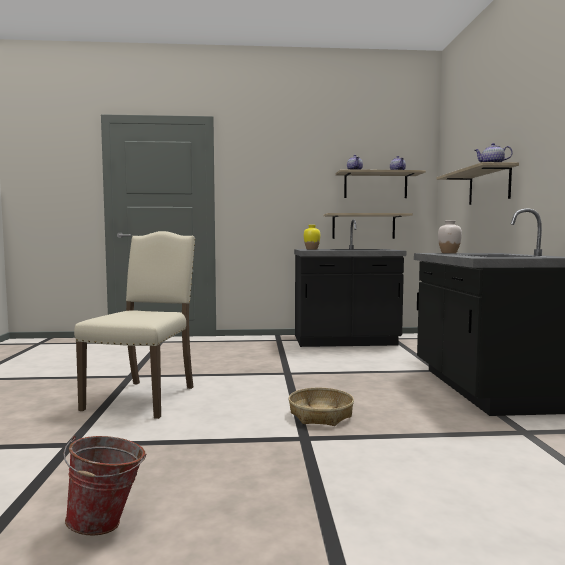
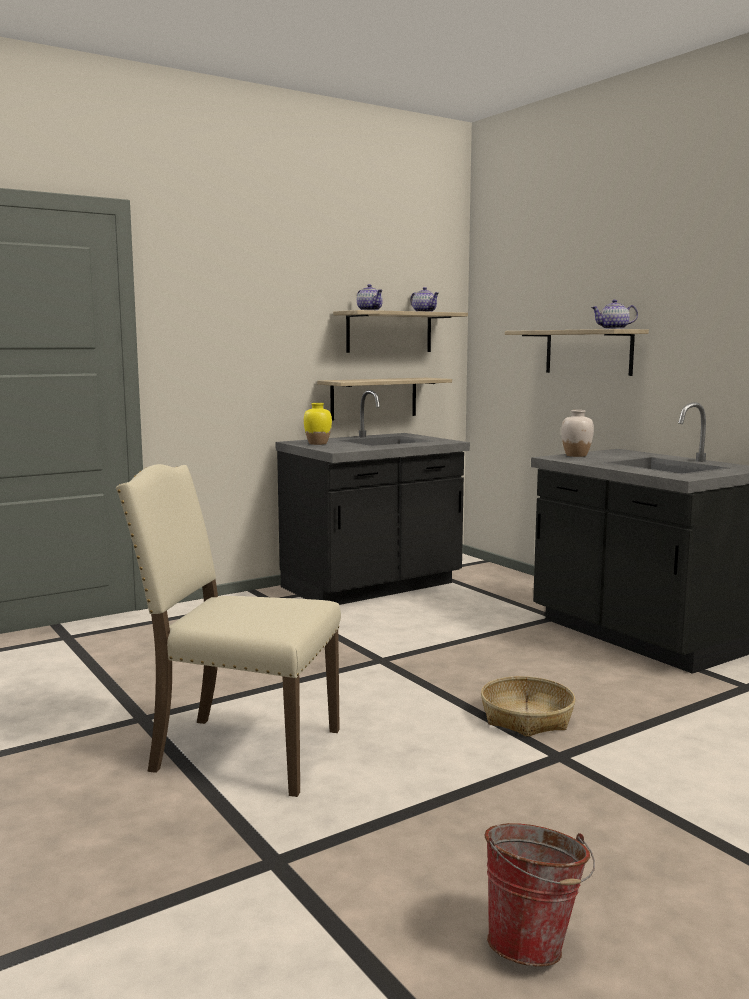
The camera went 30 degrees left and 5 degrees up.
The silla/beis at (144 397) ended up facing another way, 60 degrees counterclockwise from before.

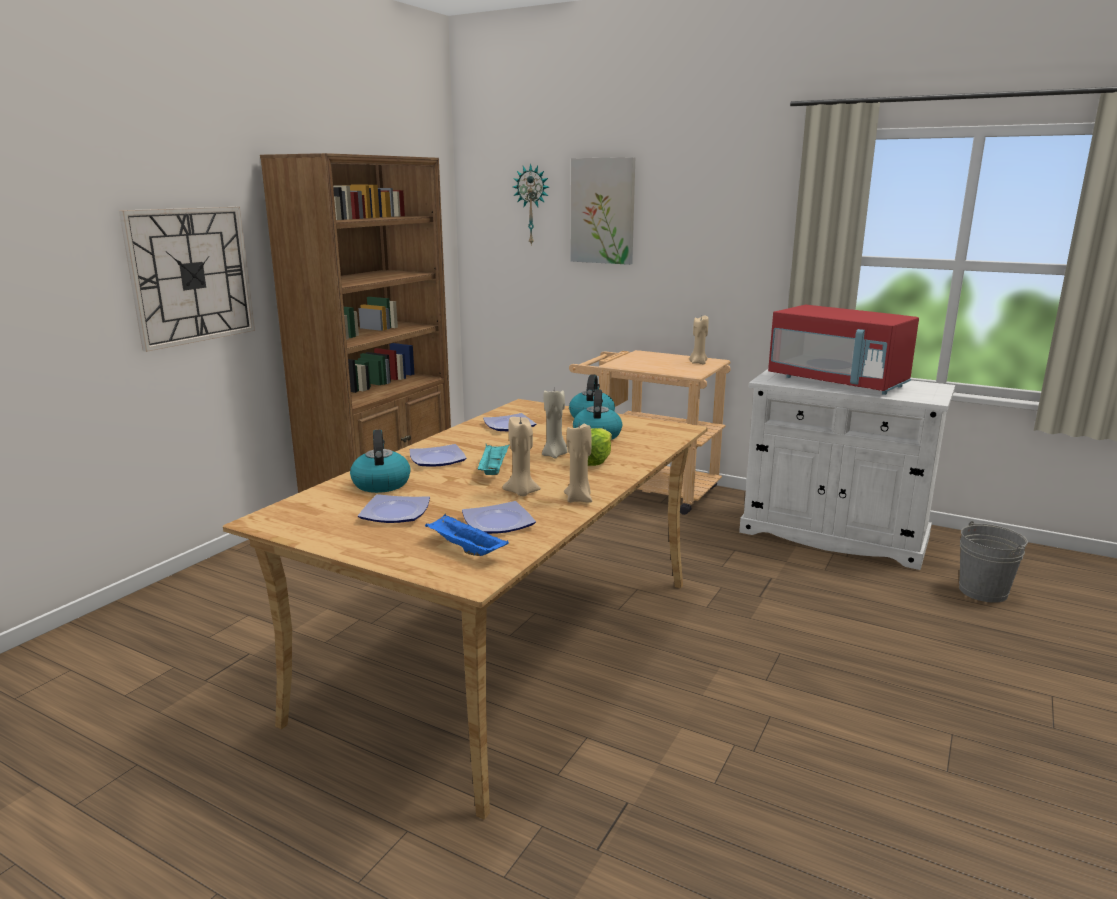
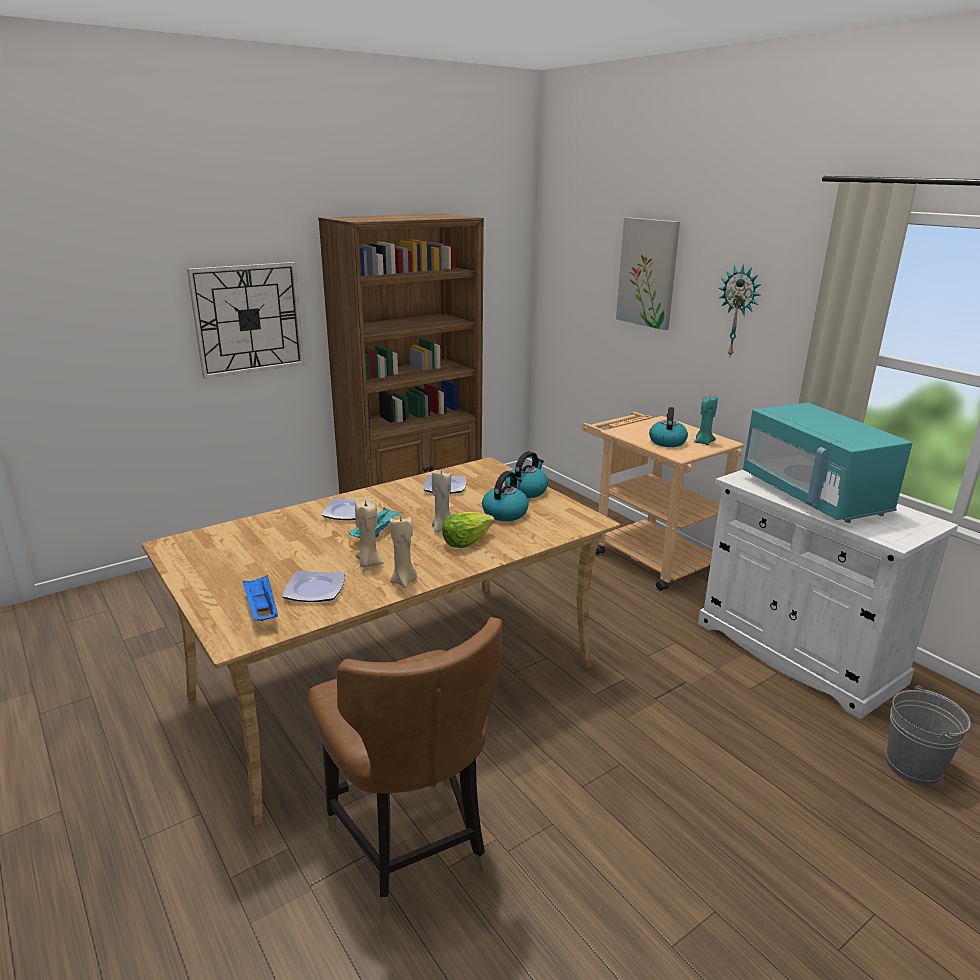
The camera went 25 degrees right and 5 degrees up.
The second view lost the plato at (396 514).
The second view gained the silla/marrón at (410 844).
The hervidor ended up elsewhere, having gone from (381 483) to (667 442).
The reloj de pared ended up elsewhere, having gone from (532 205) to (738 311).
What was the vela/beis at (698 363) turned into the vela/turquesa at (703 442).
What was the microondas/rojo at (837 382) turned into the microondas/turquesa at (813 496).

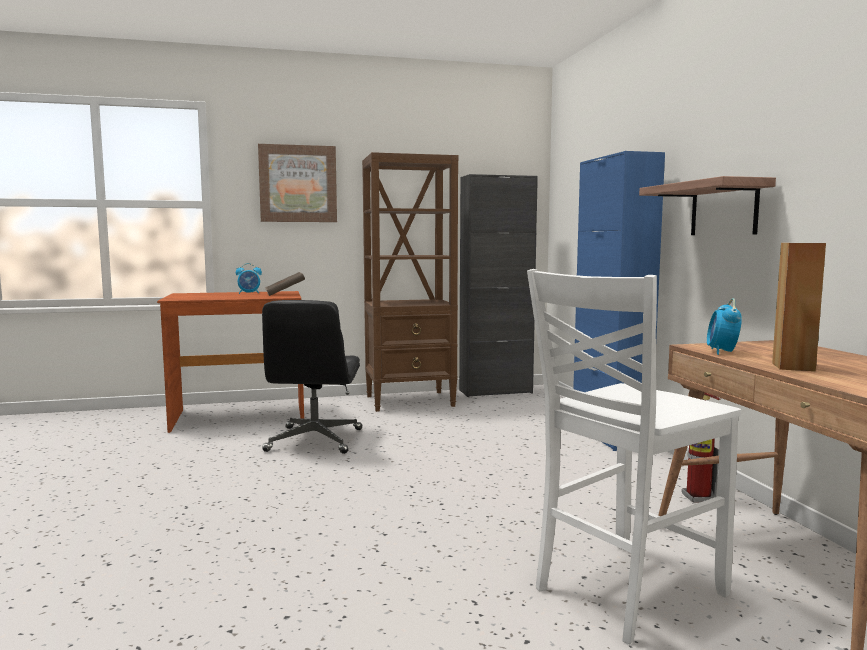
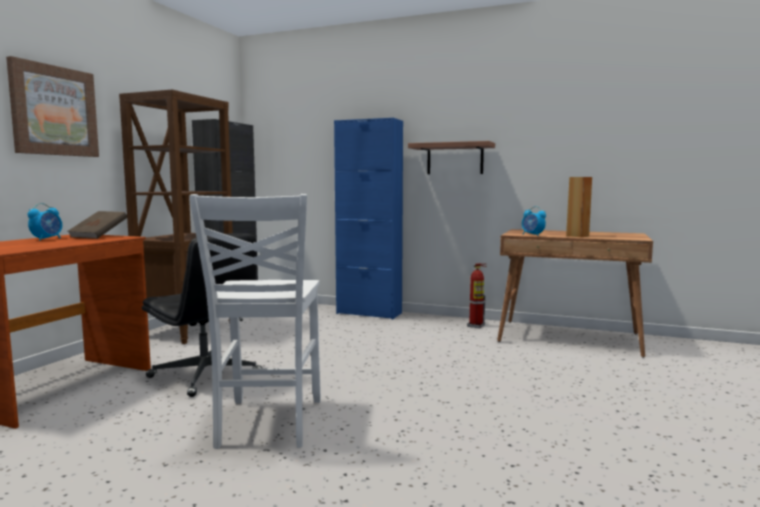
The camera went 55 degrees left and 0 degrees up.
The silla/blanco ended up elsewhere, having gone from (624 591) to (267 423).

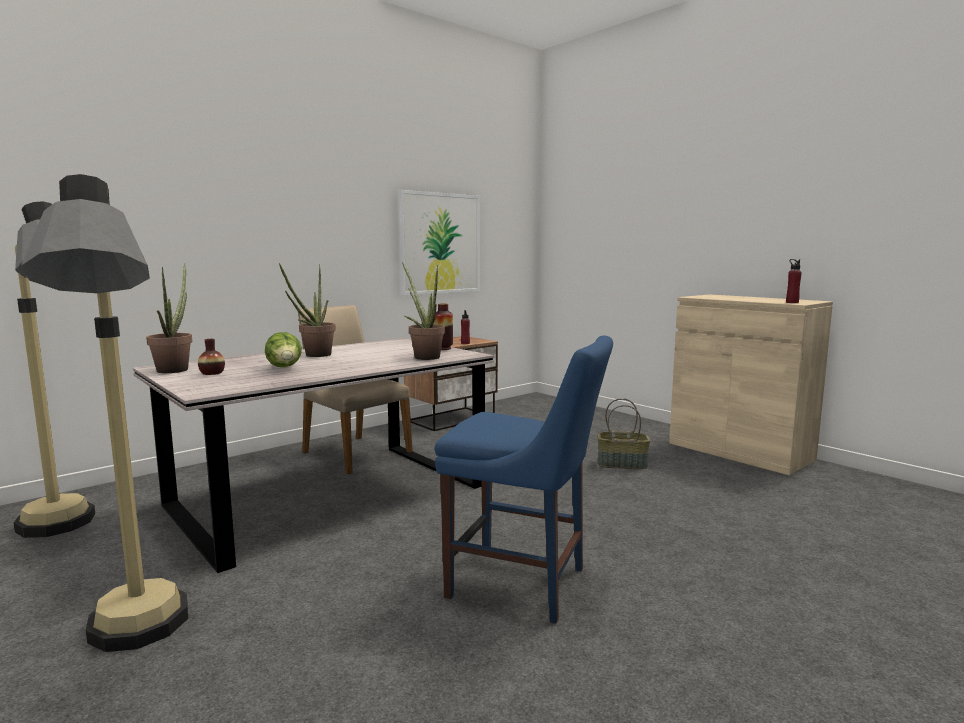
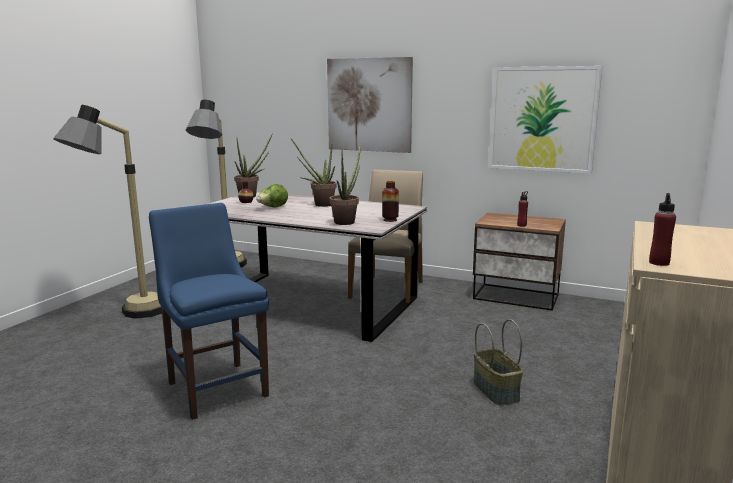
The camera went 65 degrees right and 5 degrees up.
The second view gained the cuadro at (369 105).
The silla/azul at (524 584) ended up facing another way, 150 degrees clockwise from before.

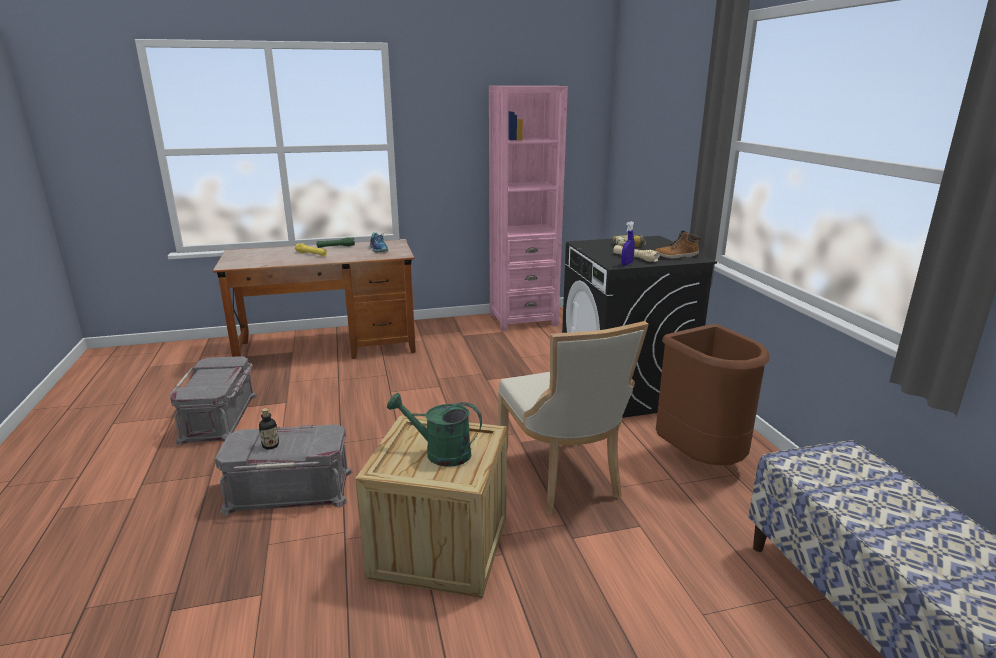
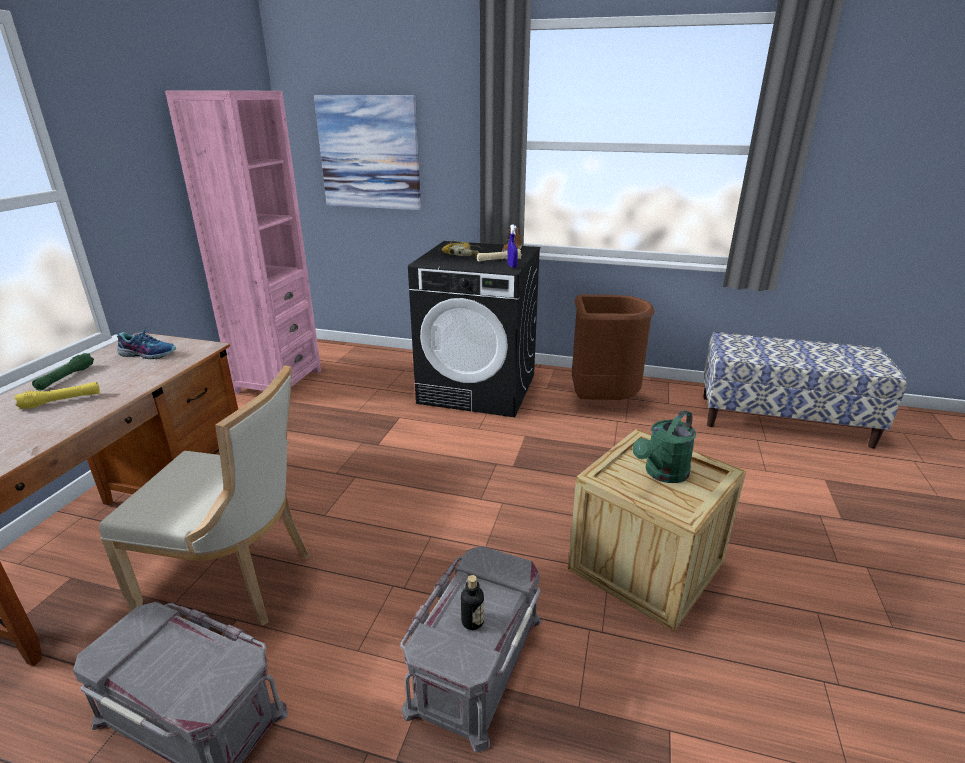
The camera went 60 degrees left and 5 degrees up.
The second view gained the cuadro at (369 153).
The silla/beis ended up elsewhere, having gone from (563 478) to (235 580).

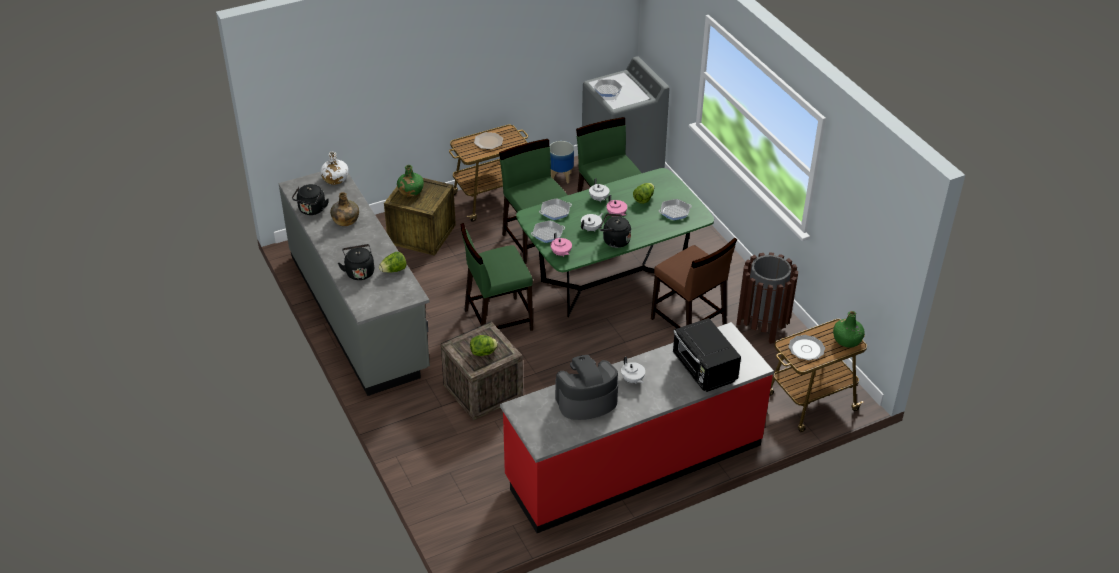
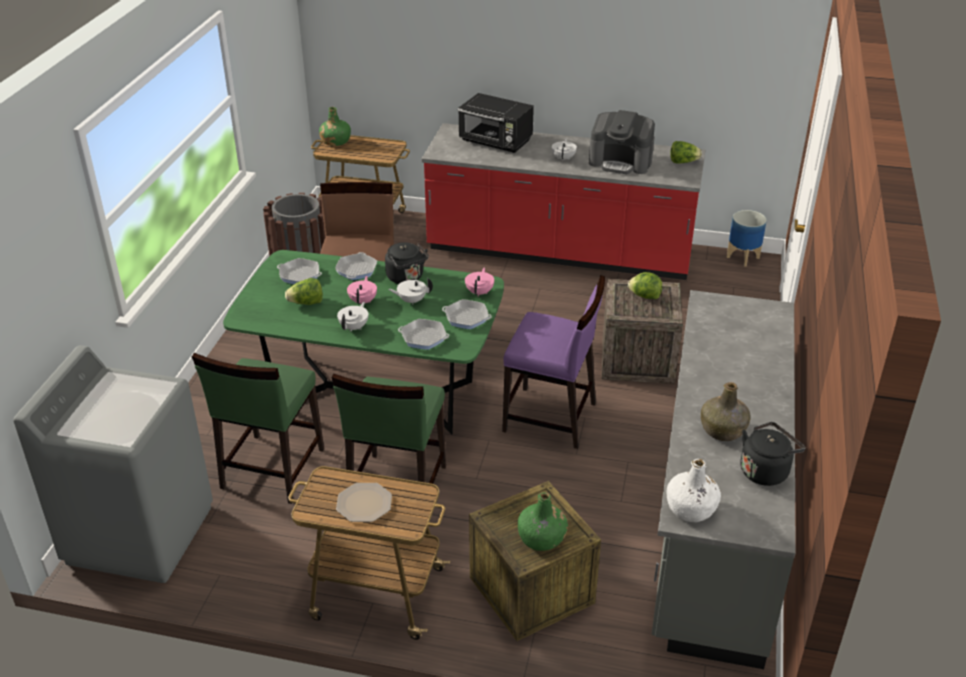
The camera went 140 degrees left and 5 degrees down.
The second view lost the hervidor/negro at (359 272).
The second view lost the plato at (806 349).
The lechuga ended up elsewhere, having gone from (393 270) to (683 162).
The maceta ended up elsewhere, having gone from (560 177) to (743 257).
The sartén ended up elsewhere, having gone from (607 90) to (356 270).
What was the silla/verde at (497 320) turned into the silla/morado at (550 418).
The microondas/negro at (704 370) ended up facing another way, 105 degrees clockwise from before.

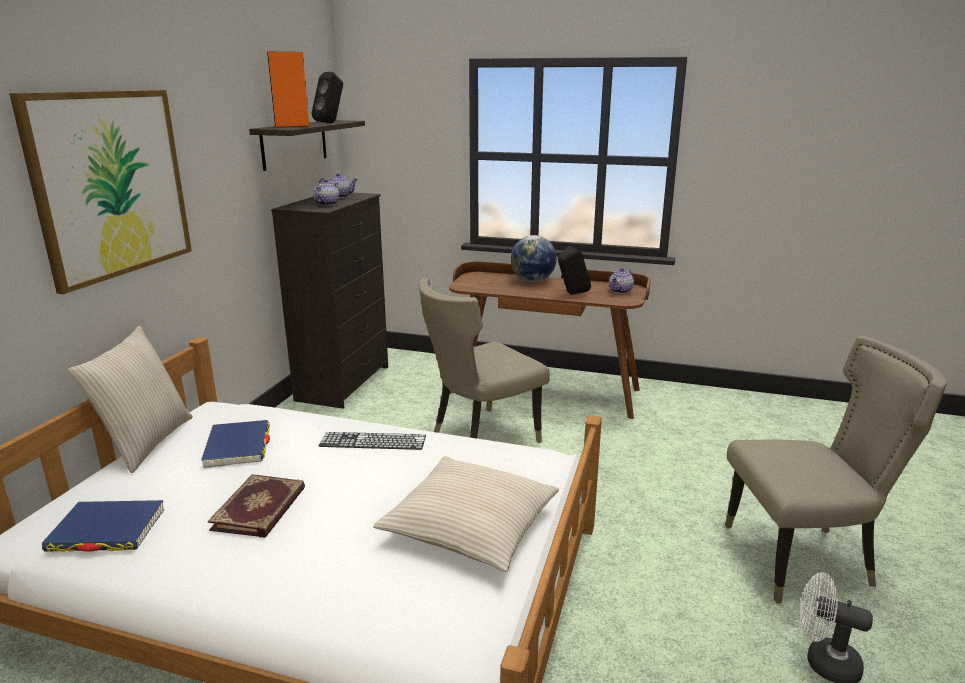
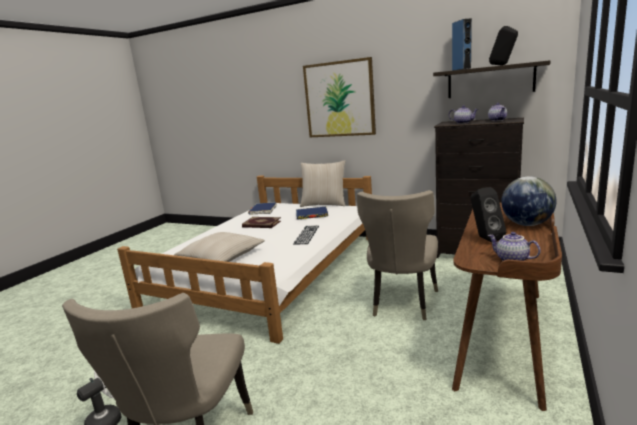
The camera went 100 degrees right and 5 degrees down.
What was the altavoz/naranja at (292 126) turned into the altavoz/azul at (461 69).
The silla/beis at (480 437) ended up facing another way, 135 degrees counterclockwise from before.

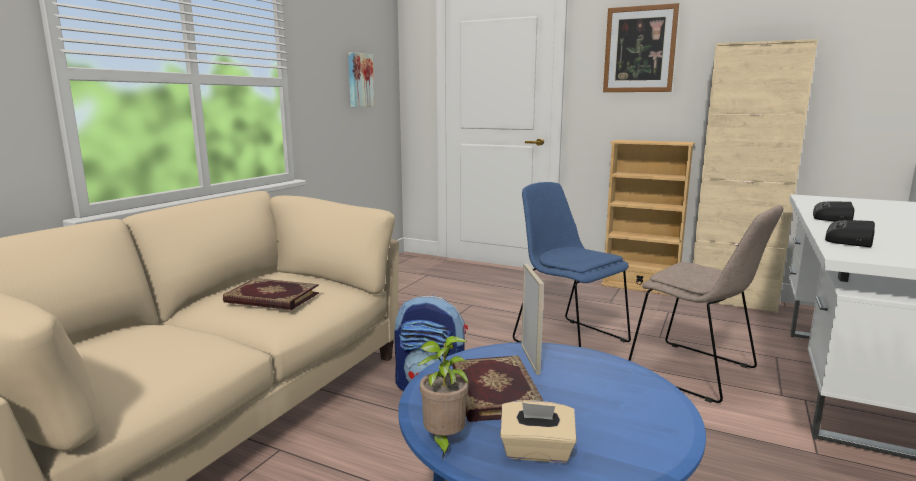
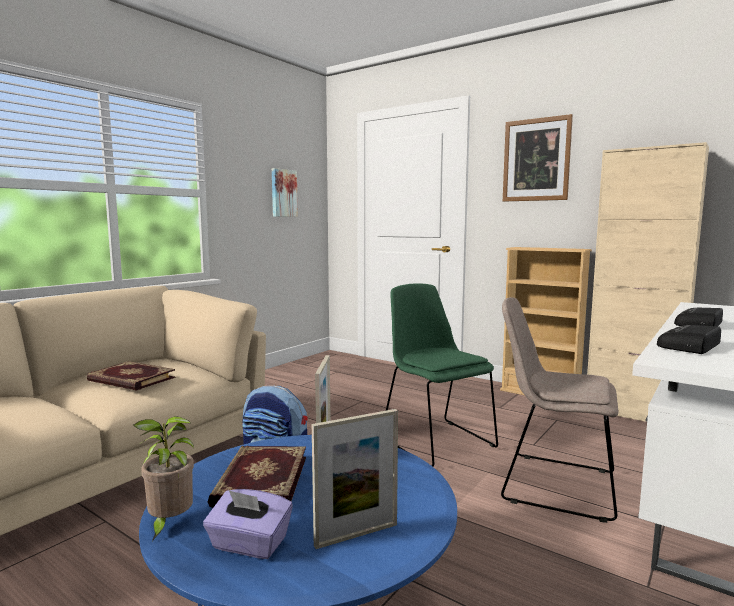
The camera went 10 degrees right and 5 degrees down.
The second view gained the portarretratos at (356 535).
What was the caja de pañuelos/beis at (536 451) turned into the caja de pañuelos/morado at (249 544).
What was the silla/azul at (567 340) turned into the silla/verde at (435 441).
The silla/beis at (696 373) ended up facing another way, 150 degrees clockwise from before.

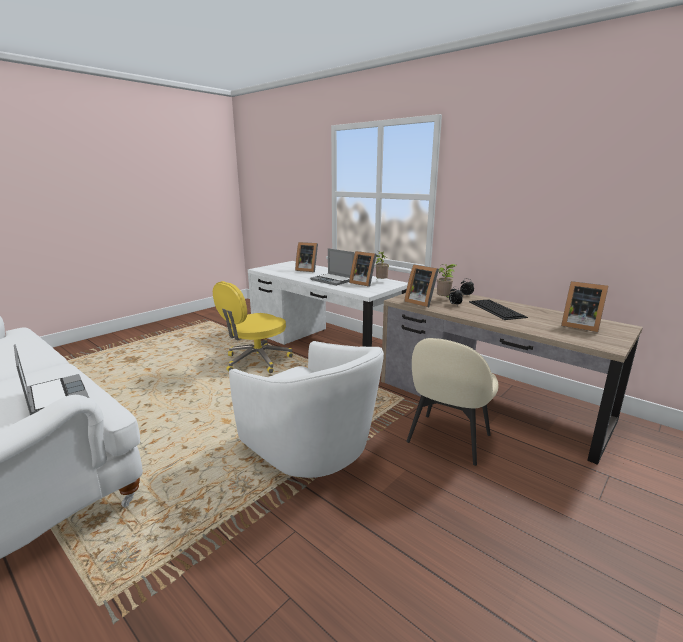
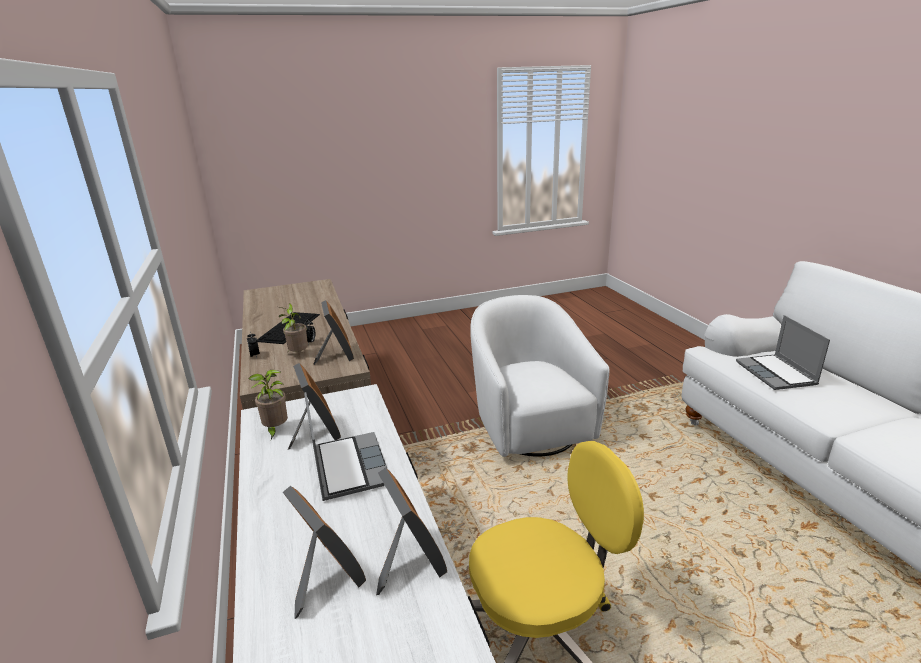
The camera went 150 degrees left and 5 degrees up.
The second view lost the silla/beis at (447 440).
The portarretratos ended up elsewhere, having gone from (579 326) to (408 562).

